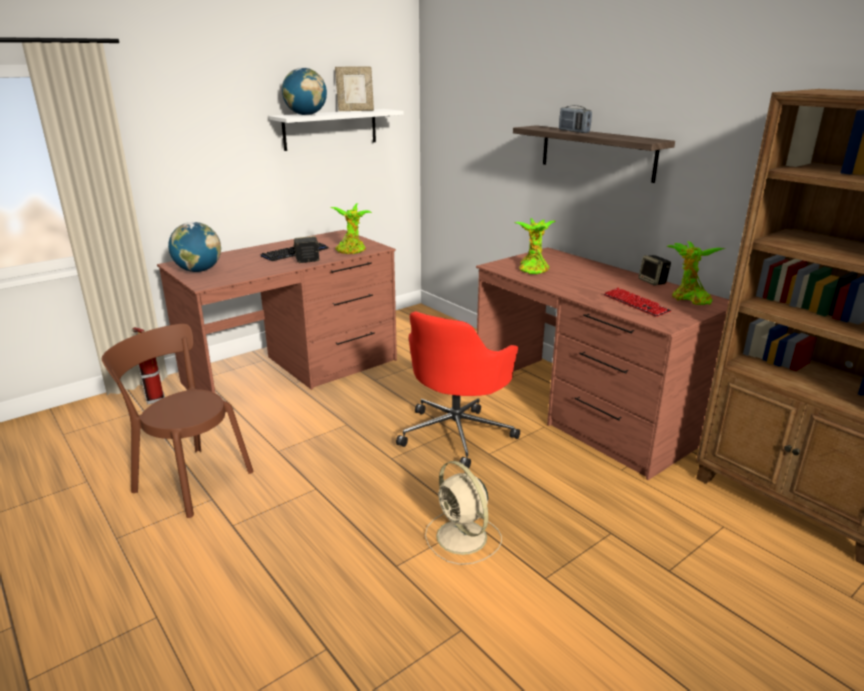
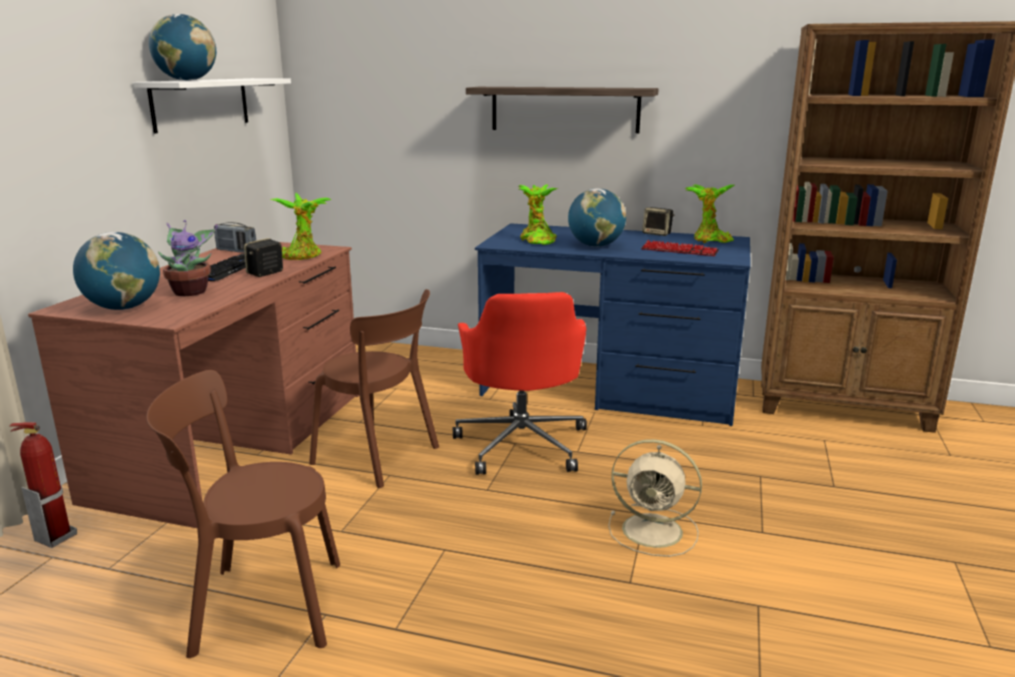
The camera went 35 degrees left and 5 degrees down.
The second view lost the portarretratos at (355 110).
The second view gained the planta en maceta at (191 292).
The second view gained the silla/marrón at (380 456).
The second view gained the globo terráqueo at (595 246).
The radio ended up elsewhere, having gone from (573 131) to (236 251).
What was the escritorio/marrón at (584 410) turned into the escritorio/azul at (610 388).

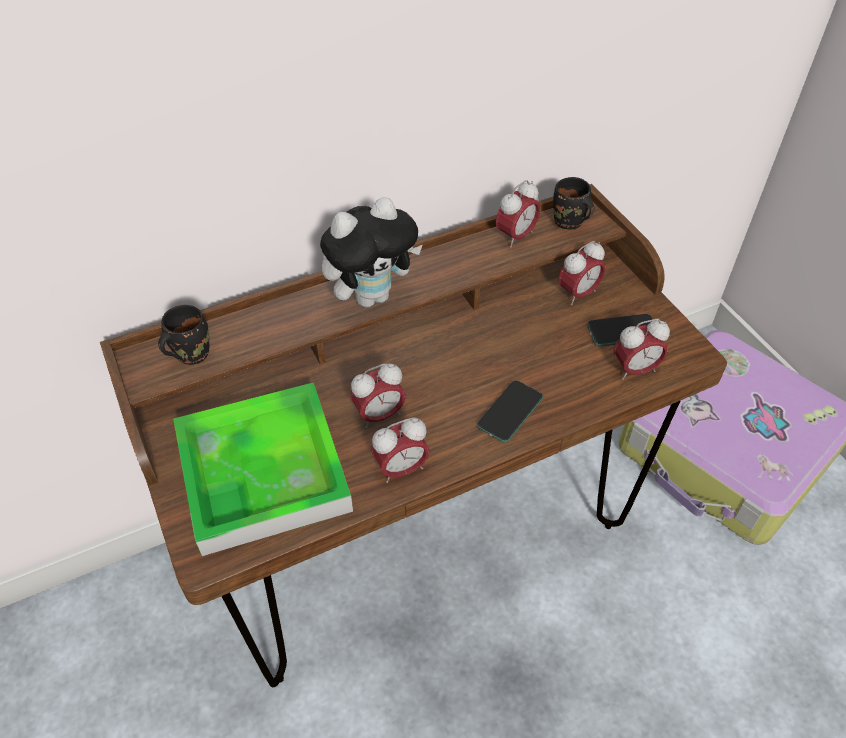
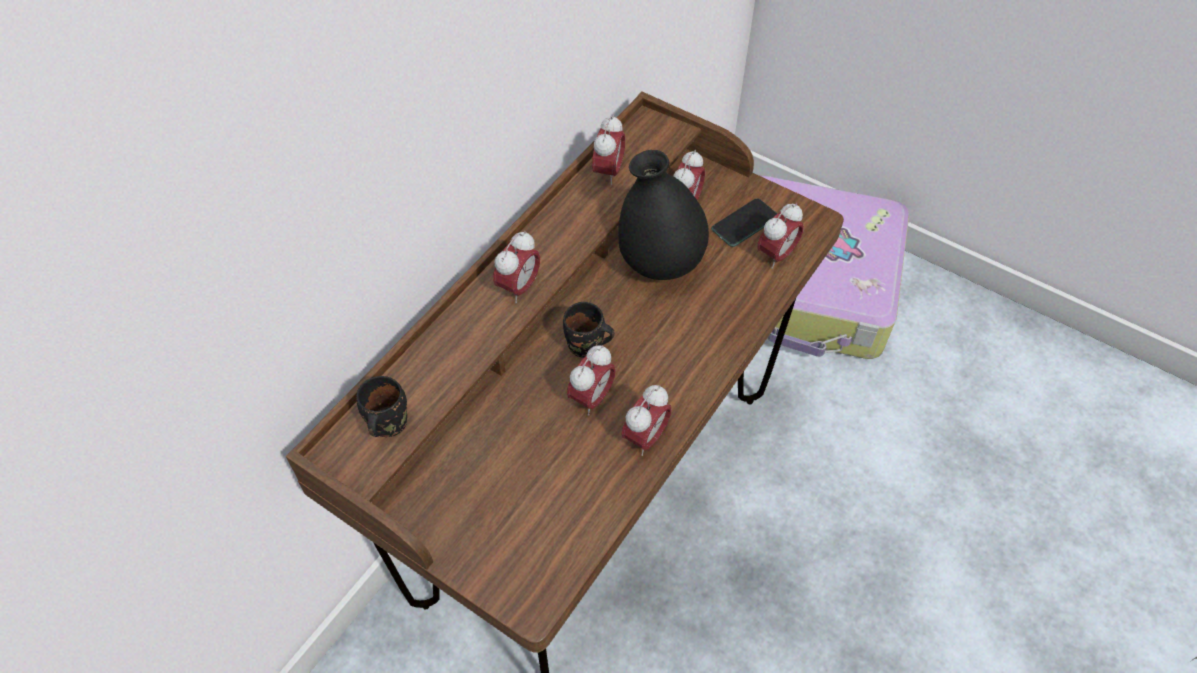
The camera went 30 degrees left and 5 degrees up.
The second view lost the bandeja at (263 472).
The second view lost the móvil at (510 412).
The second view gained the florero/negro at (660 264).
The taza grande/negro ended up elsewhere, having gone from (568 223) to (586 347).
Where the peluche stood at (372 296), the despertador came to stand at (519 287).

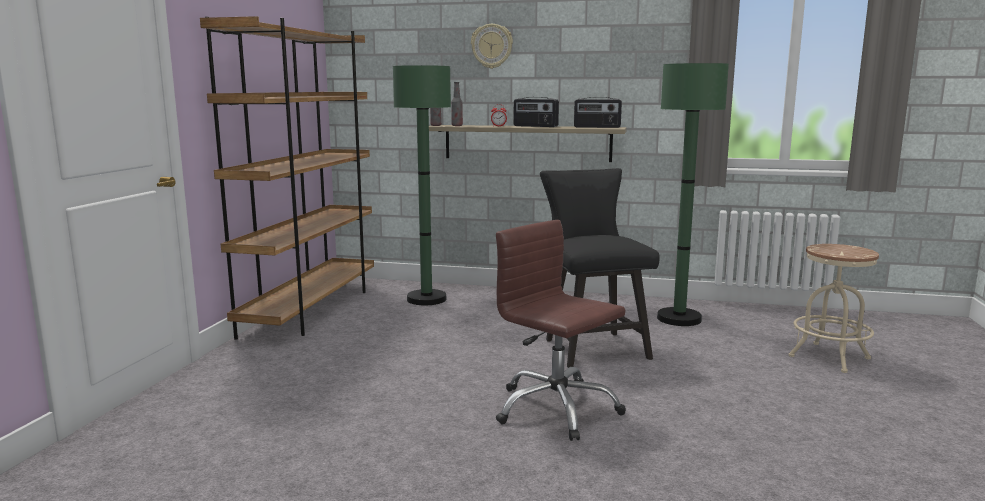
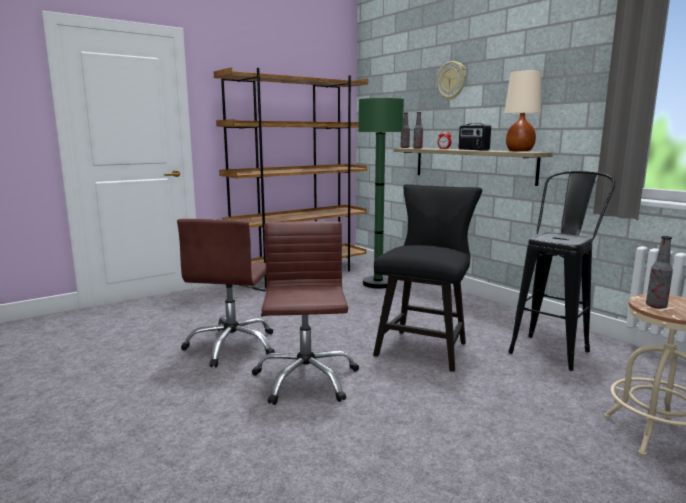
The camera went 40 degrees right and 0 degrees up.
The second view gained the silla de oficina/marrón at (232 346).
The second view gained the botella at (656 306).
Where the radio stood at (597 127), the lámpara de mesa/beis came to stand at (520 151).
Where the lámpara de pie/verde stood at (679 319), the taburete/negro came to stand at (553 348).

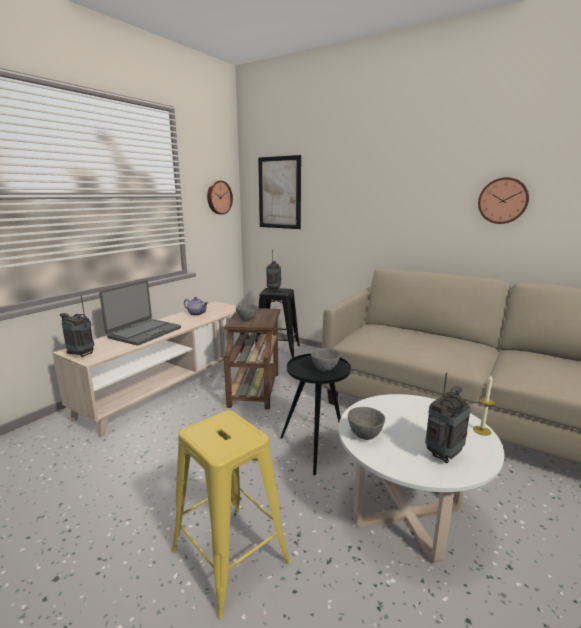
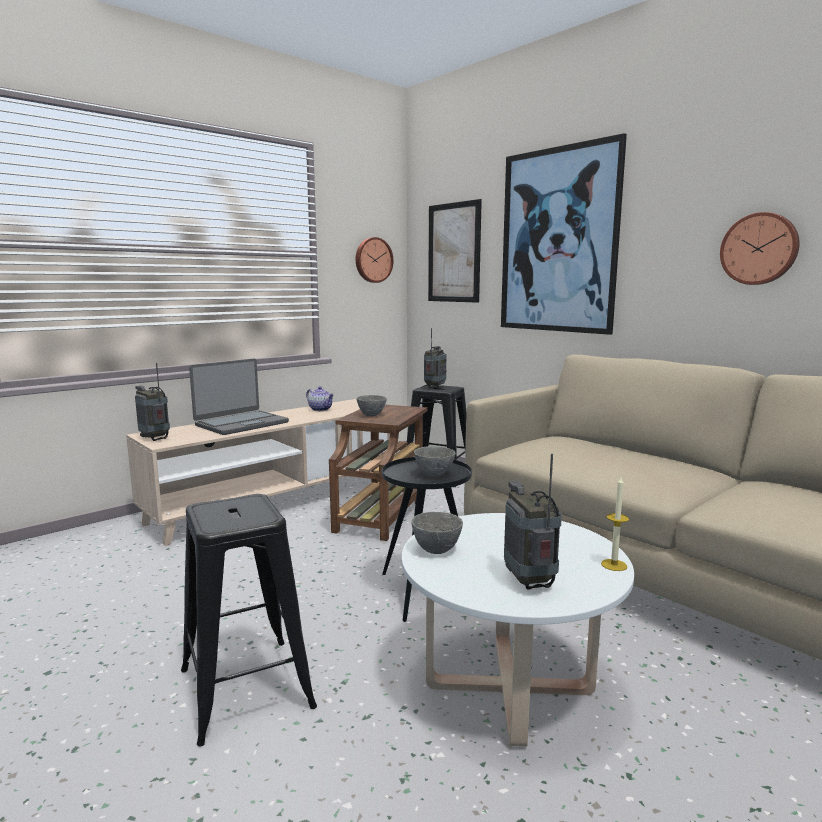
The camera went 15 degrees right and 5 degrees down.
The second view gained the cuadro at (558 241).
What was the taburete/amarillo at (230 556) turned into the taburete/negro at (246 688).
The radio at (443 455) ended up facing another way, 75 degrees counterclockwise from before.

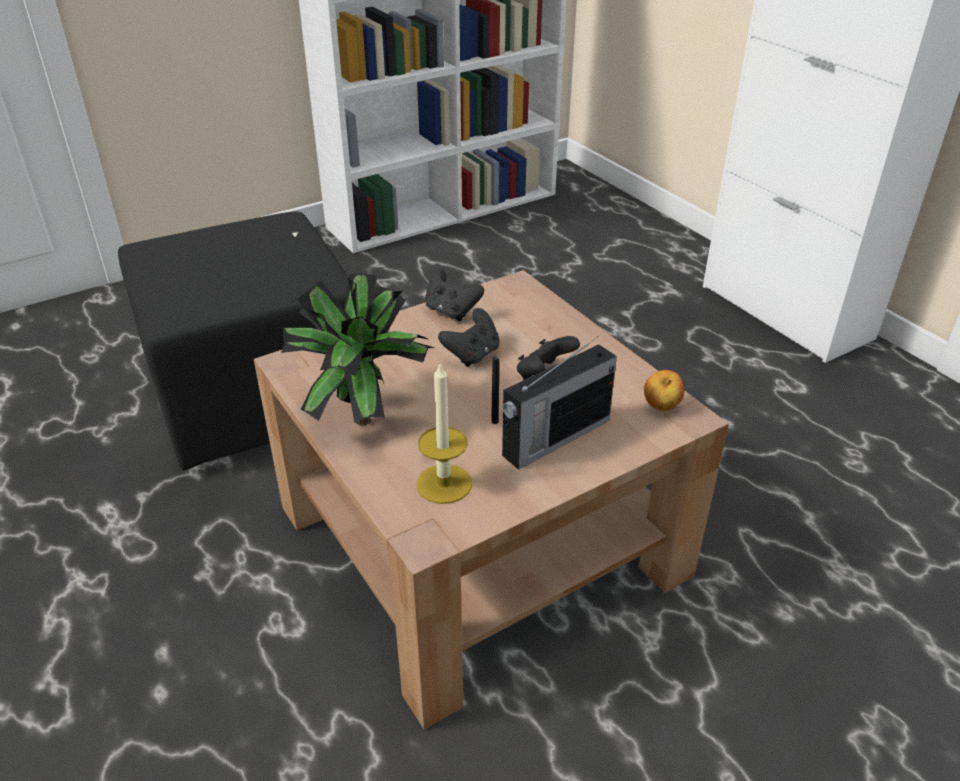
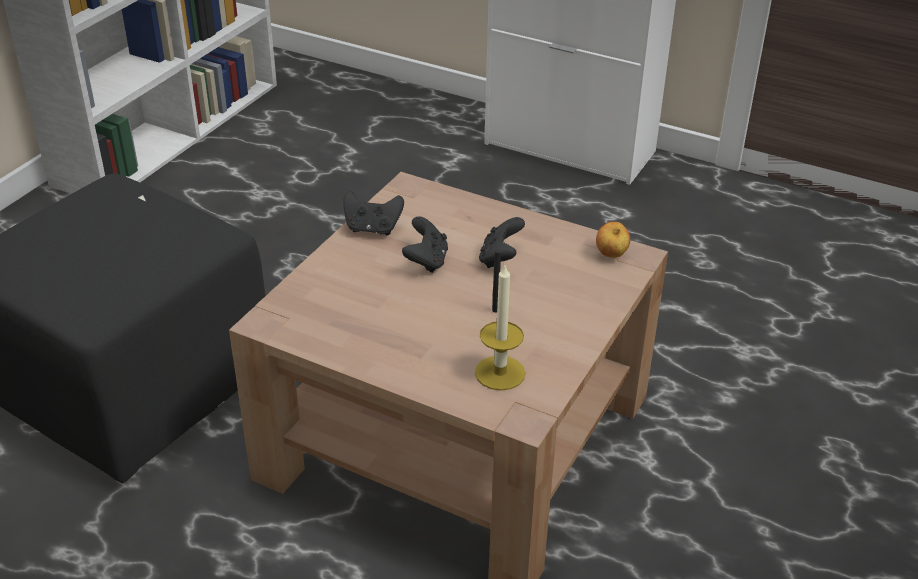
The camera went 30 degrees left and 0 degrees up.
The second view lost the planta en maceta at (362 415).
The second view lost the radio at (554 438).

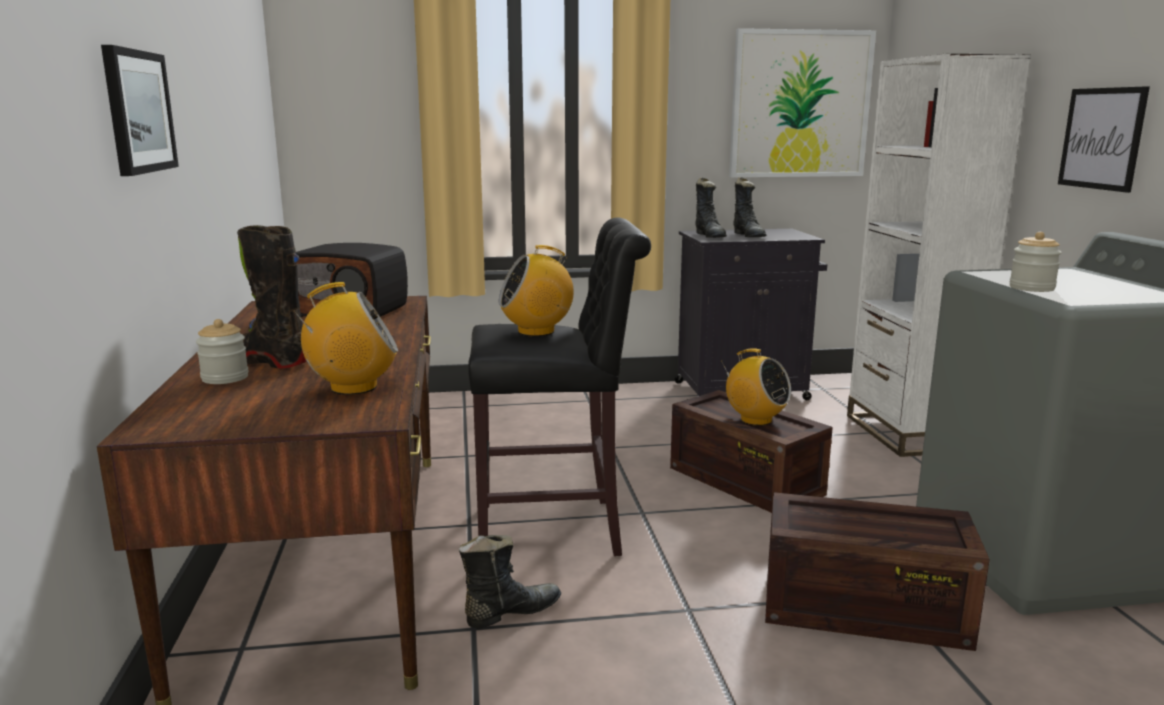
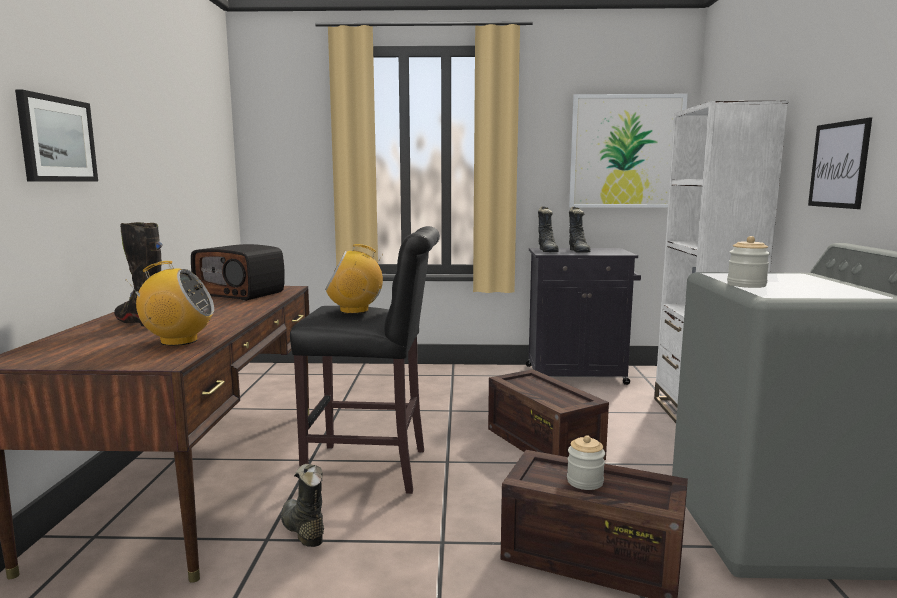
The camera went 10 degrees right and 5 degrees down.
The second view lost the radio at (755 420).
The tarro ended up elsewhere, having gone from (225 378) to (585 482).
The bota/negro at (511 612) ended up facing another way, 105 degrees counterclockwise from before.

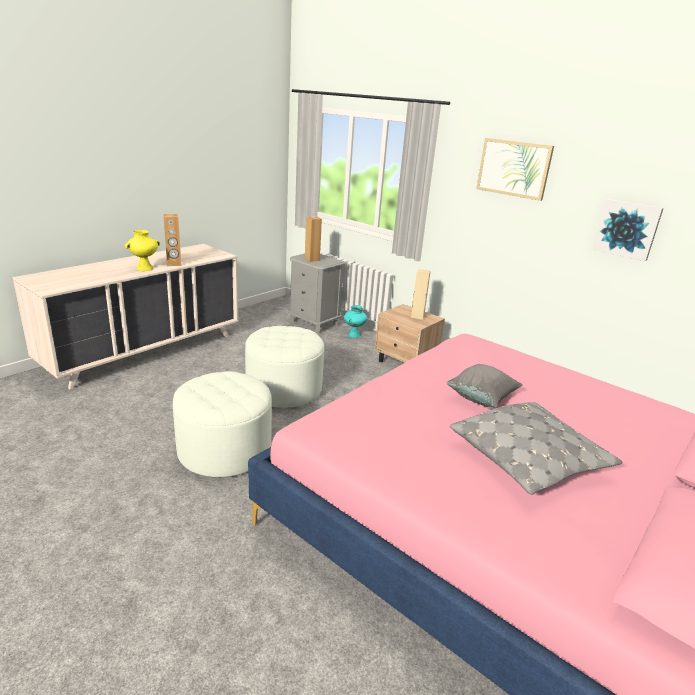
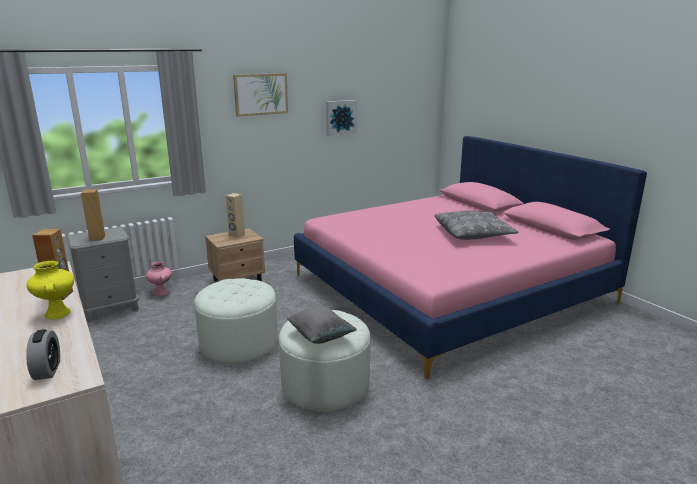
The camera went 70 degrees left and 5 degrees down.
The second view gained the despertador at (47 370).
The cojín/gris ended up elsewhere, having gone from (481 398) to (320 336).
What was the florero/turquesa at (354 335) turned into the florero/rosa at (161 293).

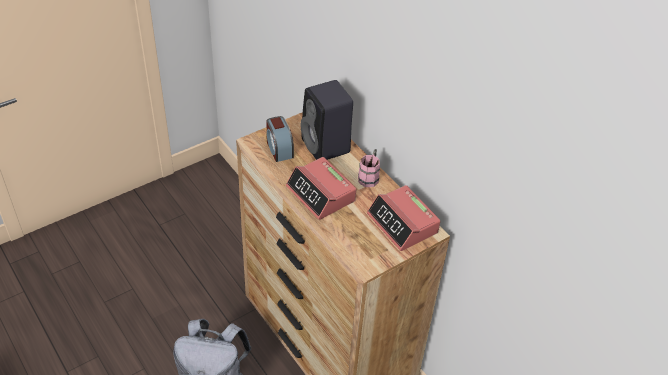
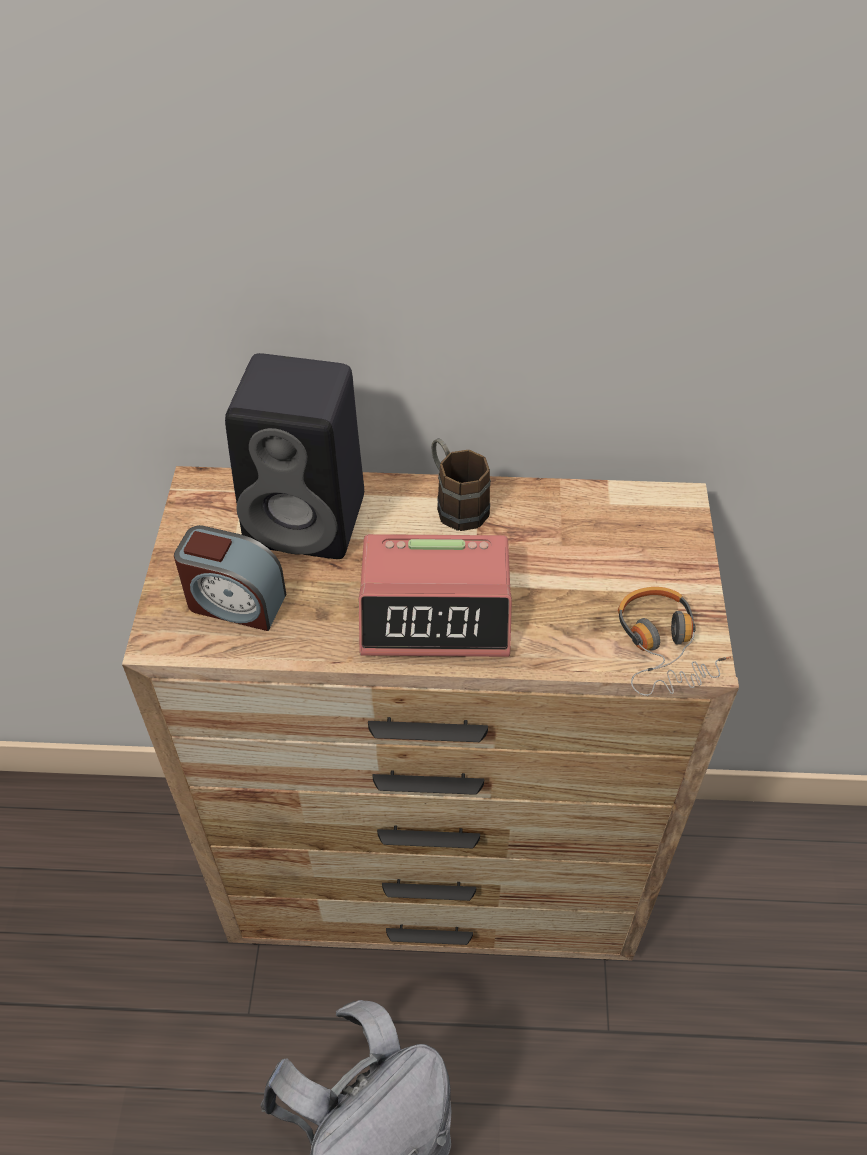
The camera went 50 degrees left and 5 degrees up.
The second view lost the despertador at (402 224).
The second view gained the auriculares at (662 648).
What was the taza grande/rosa at (369 176) turned into the taza grande/marrón at (455 503).

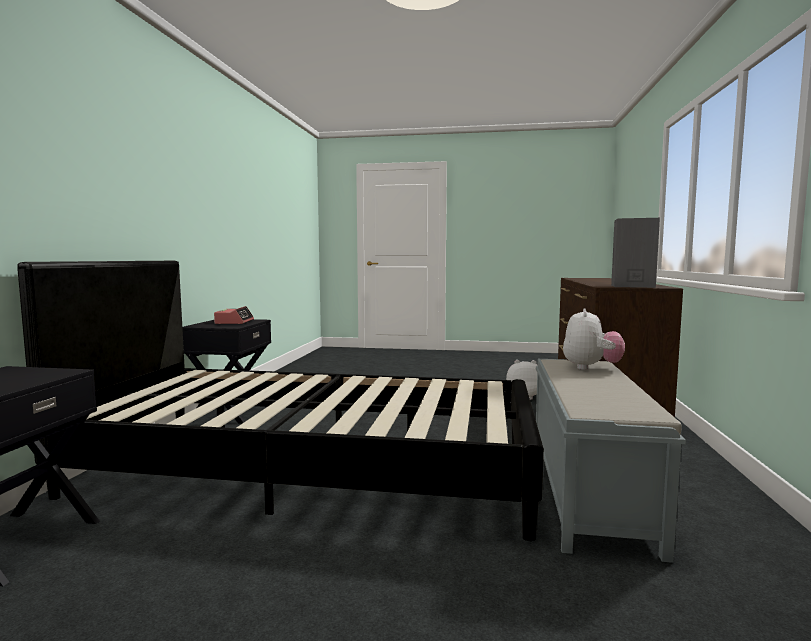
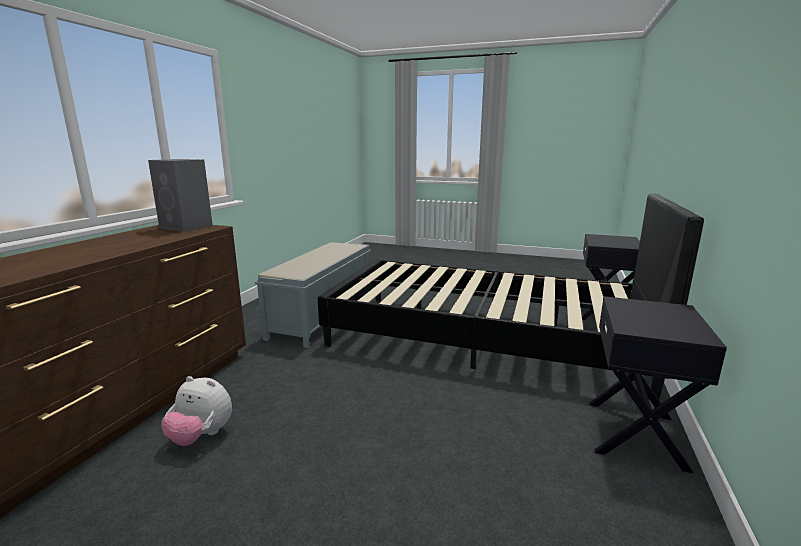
The camera went 170 degrees left and 10 degrees up.
The second view lost the despertador at (234 322).
The second view lost the peluche at (591 368).

